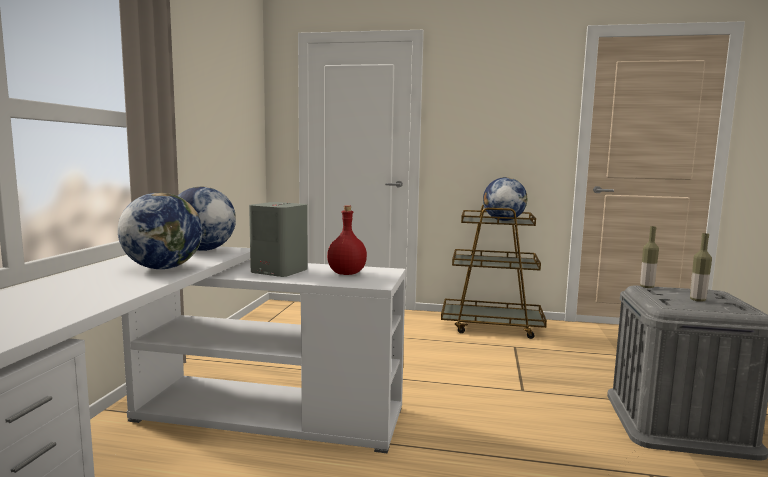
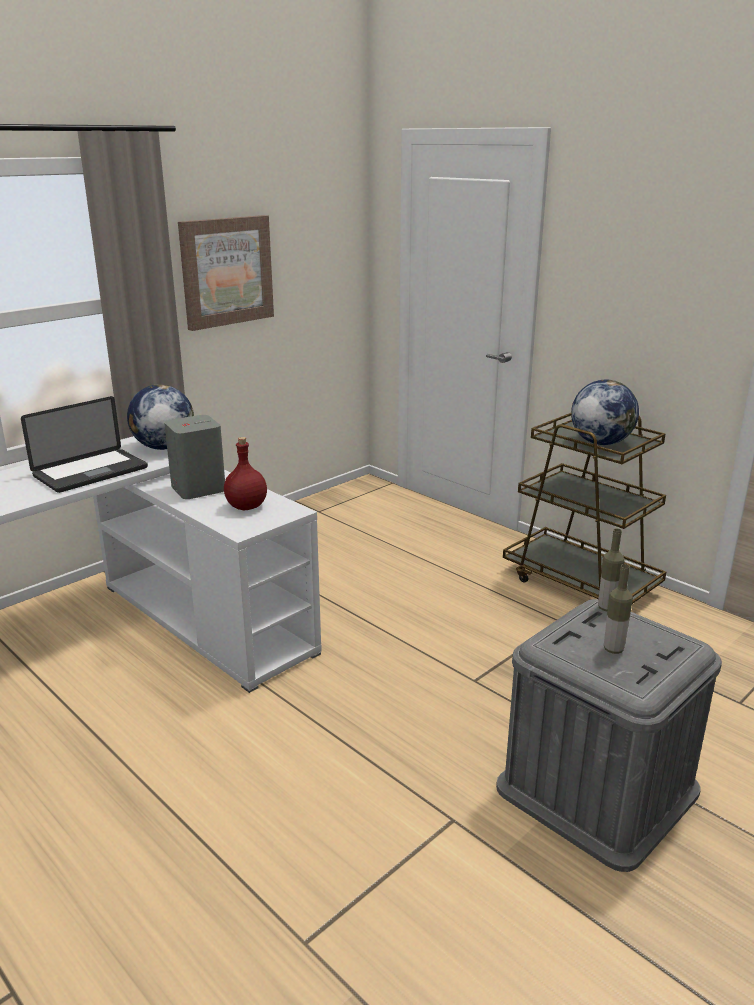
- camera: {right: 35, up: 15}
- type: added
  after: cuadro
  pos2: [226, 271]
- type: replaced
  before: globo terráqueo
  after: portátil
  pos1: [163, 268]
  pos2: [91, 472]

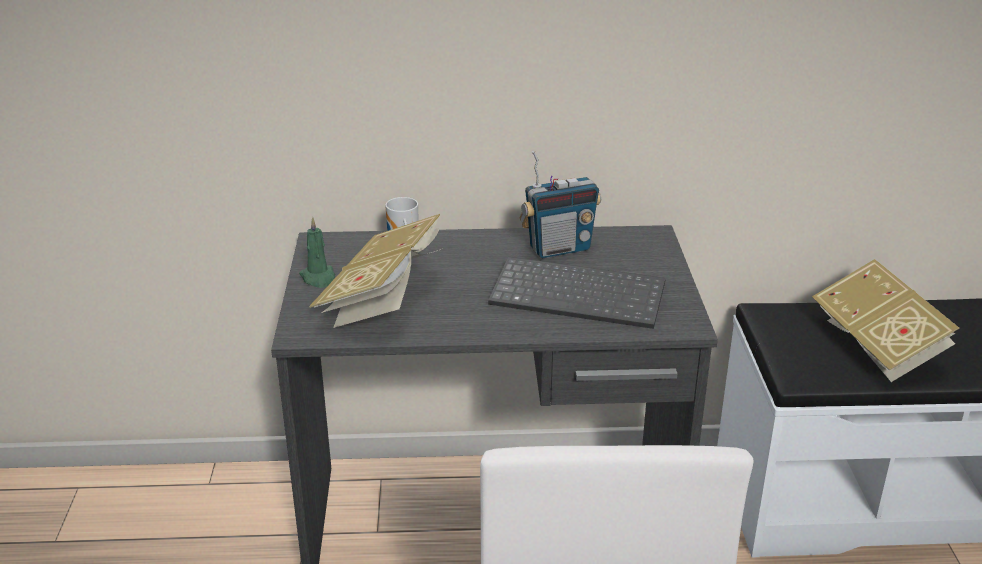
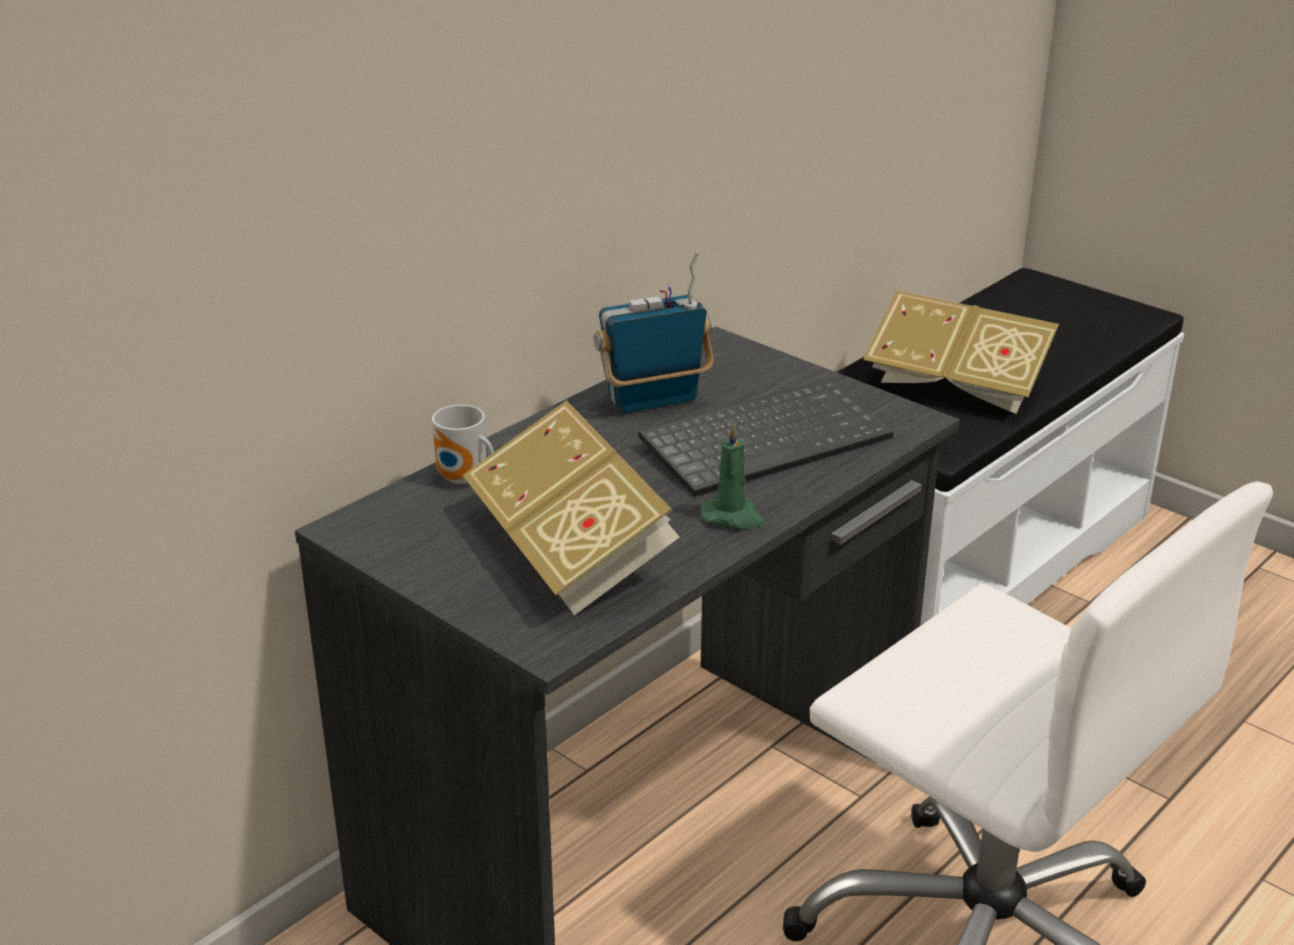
- camera: {right: -45, up: 0}
- type: moved
  before: vela/verde
  pos1: [318, 278]
  pos2: [733, 517]
- type: turned
  before: radio
  pos1: [559, 249]
  pos2: [653, 401]
  turn: -135

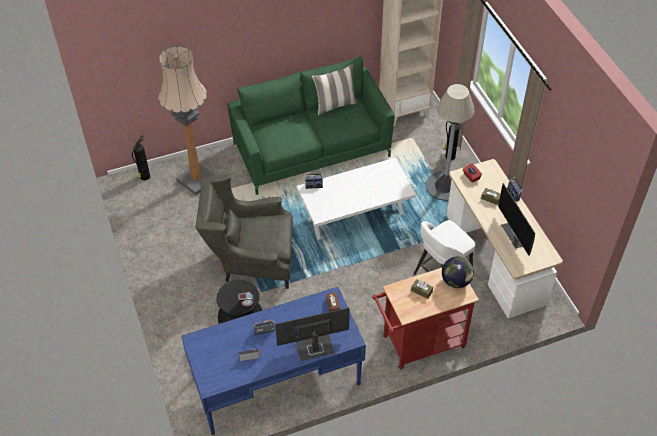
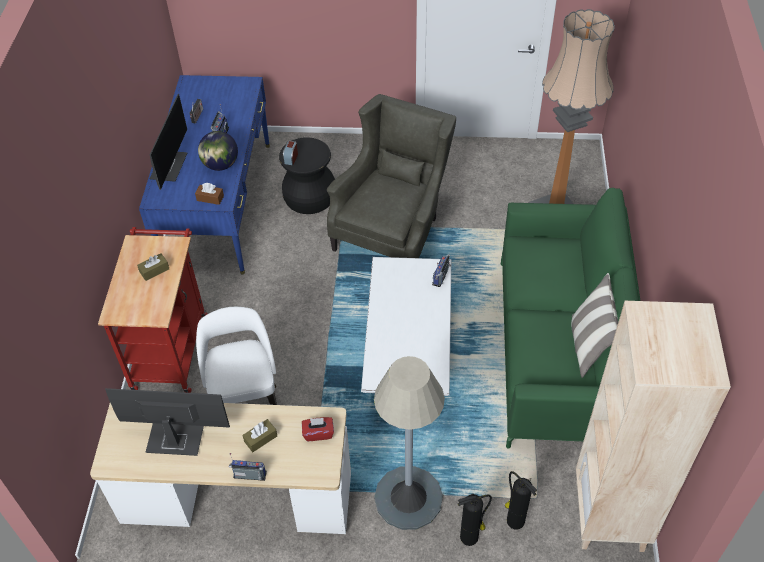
- camera: {right: 115, up: 0}
- type: moved
  before: extintor
  pos1: [144, 177]
  pos2: [514, 520]
- type: moved
  before: globo terráqueo
  pos1: [456, 281]
  pos2: [220, 165]

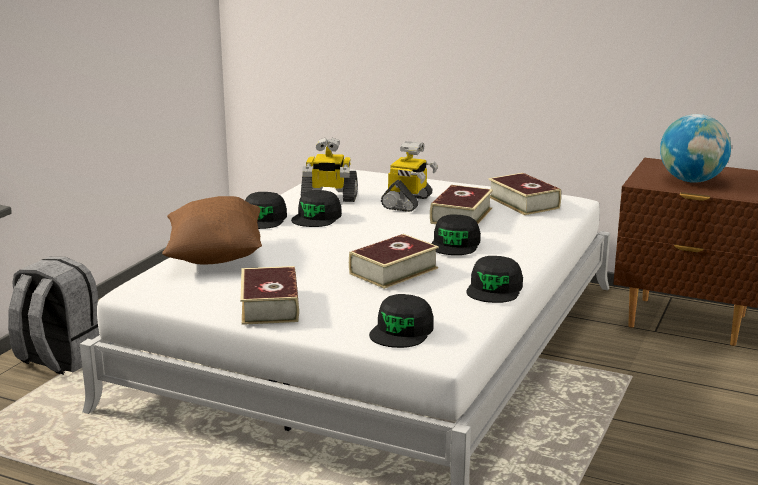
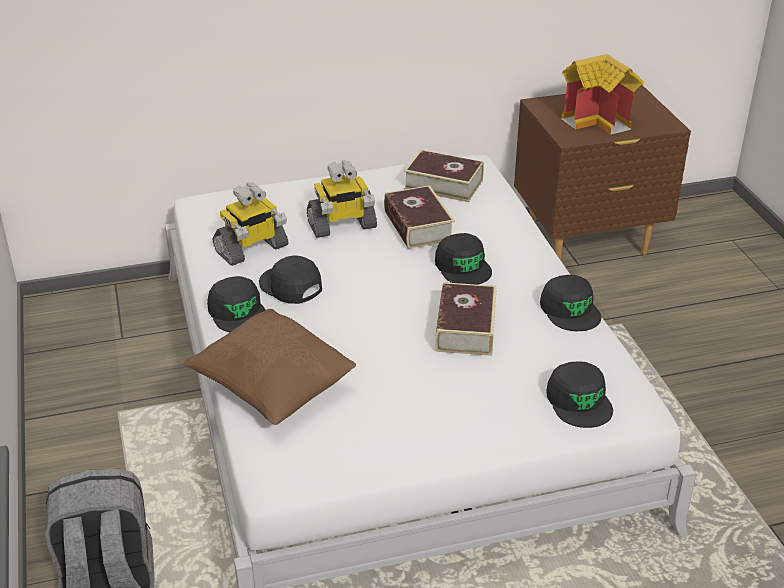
- camera: {right: -40, up: 15}
- type: removed
  before: libro
  pos1: [270, 306]
- type: replaced
  before: globo terráqueo
  after: casita
  pos1: [691, 181]
  pos2: [599, 120]
- type: turned
  before: gorra/negro
  pos1: [317, 217]
  pos2: [290, 286]
  turn: 150
- type: turned
  before: robot de juguete
  pos1: [408, 202]
  pos2: [341, 225]
  turn: 90

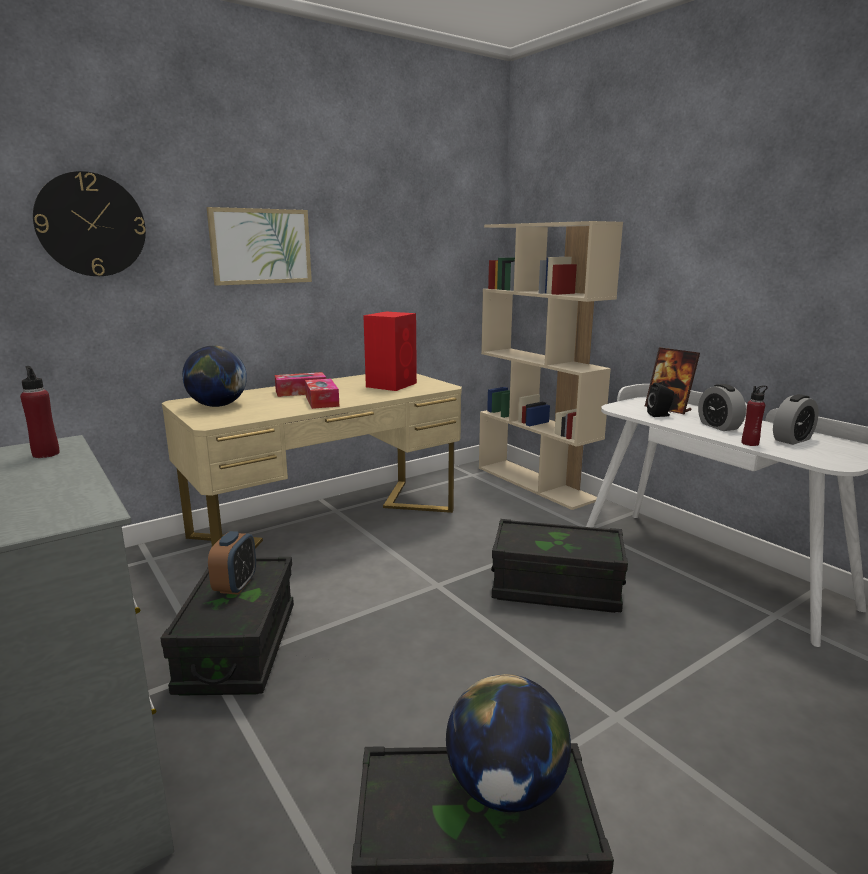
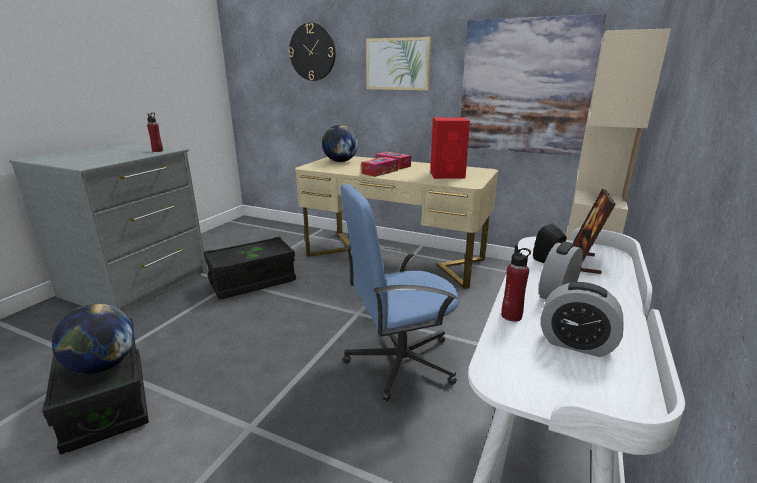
- camera: {right: 60, up: 5}
- type: removed
  before: despertador
  pos1: [235, 586]
- type: added
  after: cuadro
  pos2: [524, 87]
- type: replaced
  before: caja de almacenaje/negro
  after: silla de oficina/azul
  pos1: [556, 588]
  pos2: [399, 361]

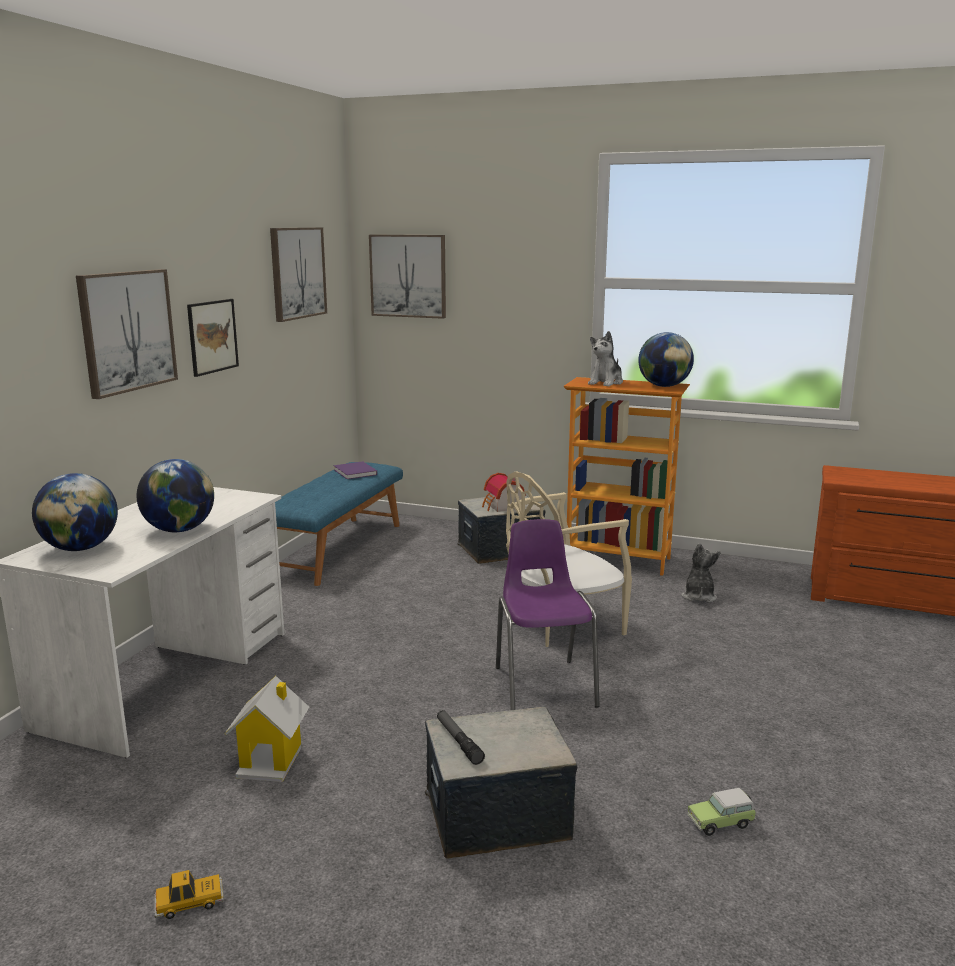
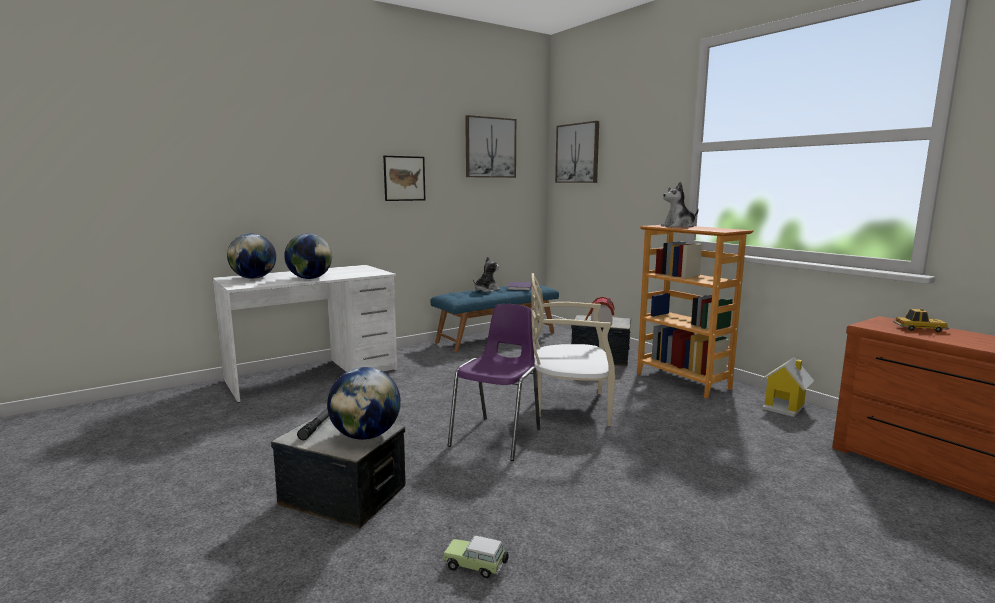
- camera: {right: 35, up: -5}
- type: removed
  before: cuadro
  pos1: [127, 331]
- type: moved
  before: coche de juguete
  pos1: [189, 902]
  pos2: [919, 329]
- type: moved
  before: casita
  pos1: [271, 760]
  pos2: [784, 407]
- type: moved
  before: globo terráqueo
  pos1: [664, 386]
  pos2: [366, 436]
- type: moved
  before: peluche
  pos1: [698, 596]
  pos2: [486, 290]

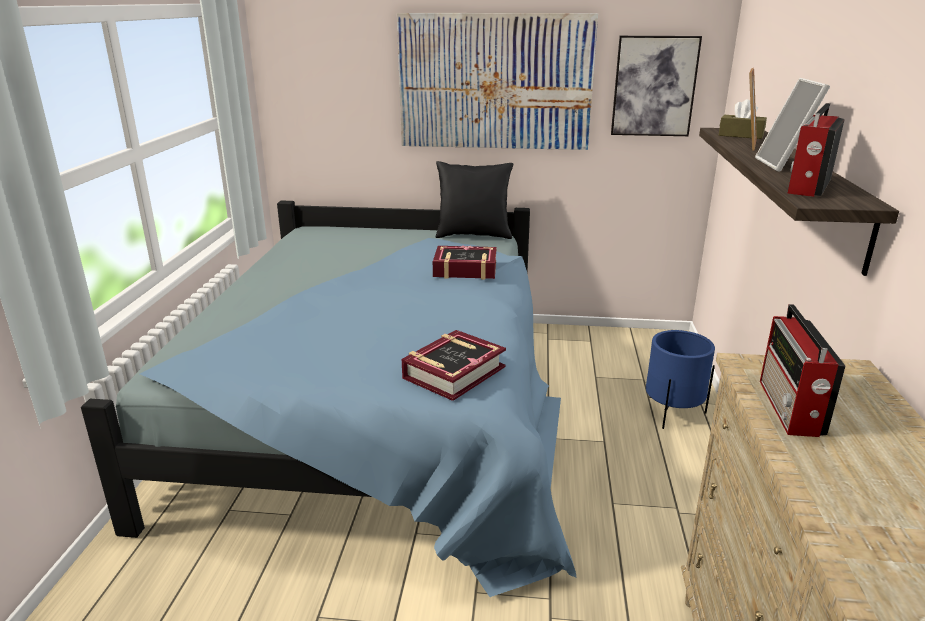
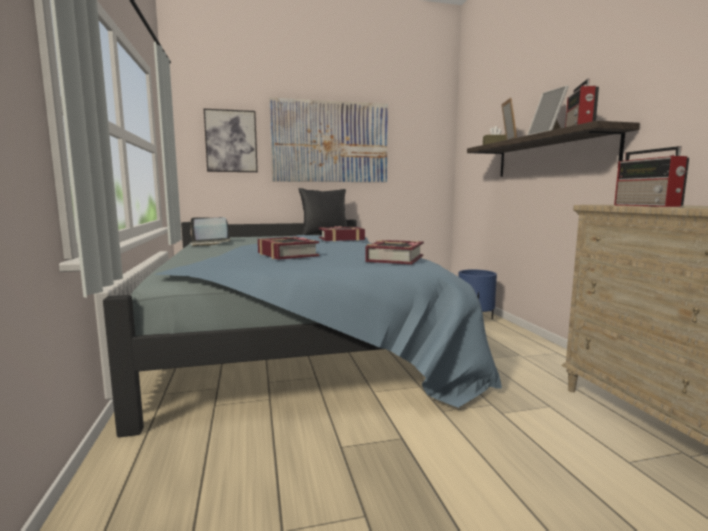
- camera: {right: -20, up: -15}
- type: added
  after: portátil
  pos2: [210, 244]
- type: added
  after: libro
  pos2: [287, 254]
- type: moved
  before: cuadro
  pos1: [654, 86]
  pos2: [231, 141]

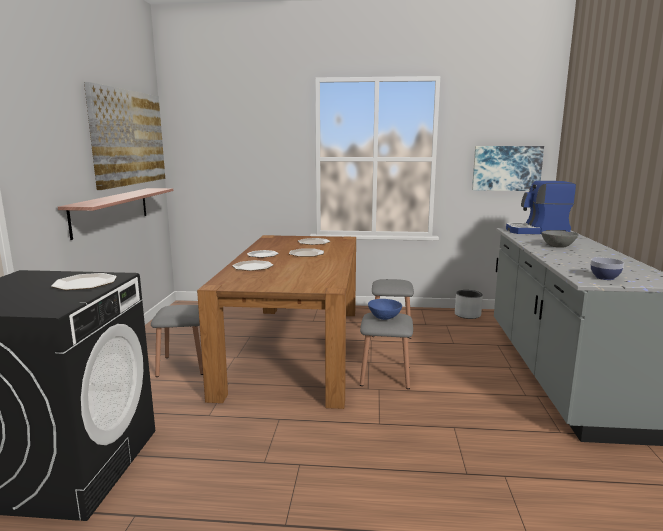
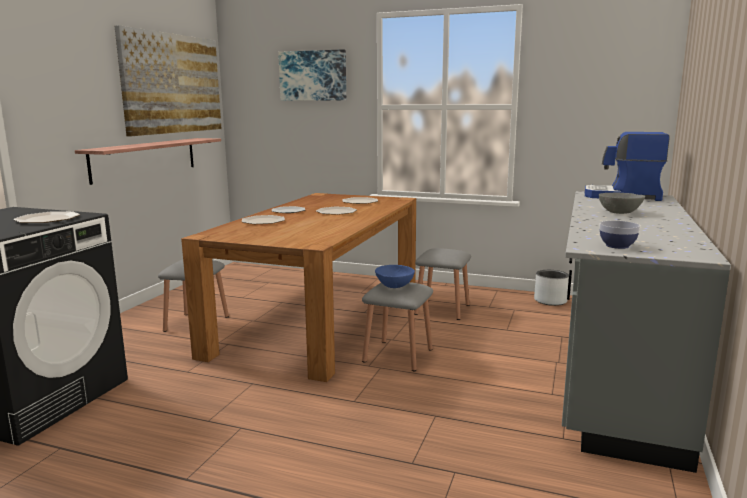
- camera: {right: 15, up: 0}
- type: moved
  before: cuadro
  pos1: [506, 168]
  pos2: [313, 76]

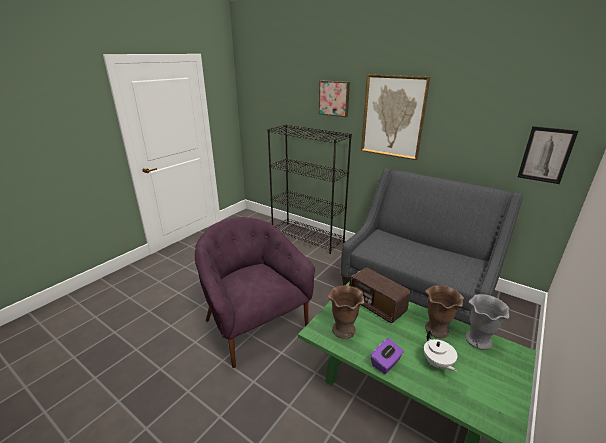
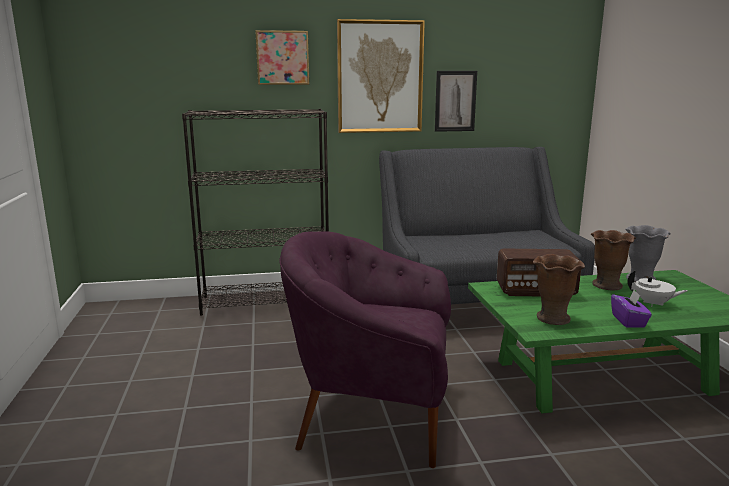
- camera: {right: -45, up: -10}
- type: moved
  before: cuadro
  pos1: [546, 155]
  pos2: [455, 101]

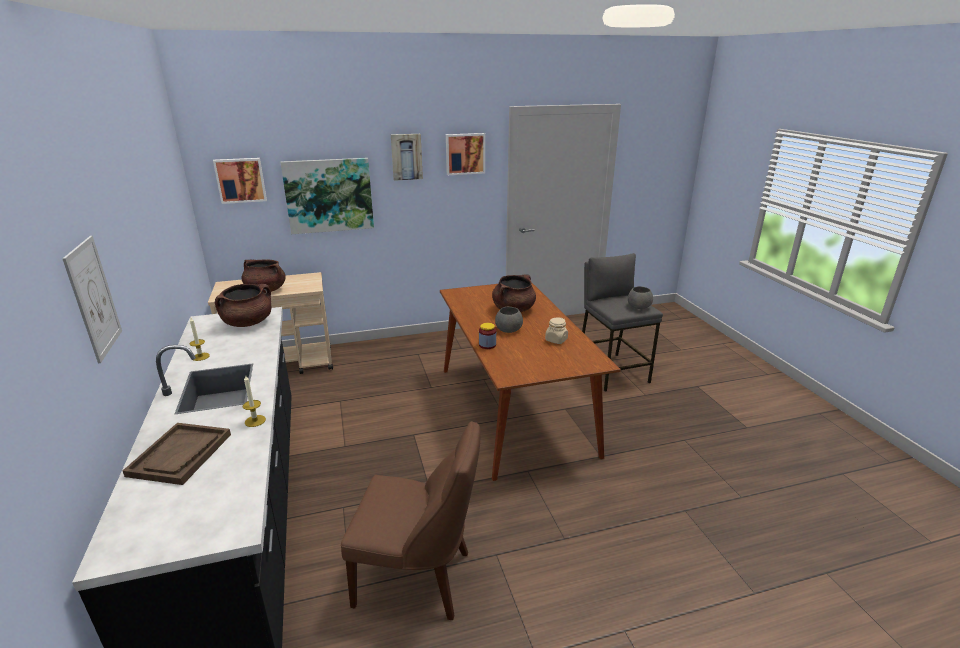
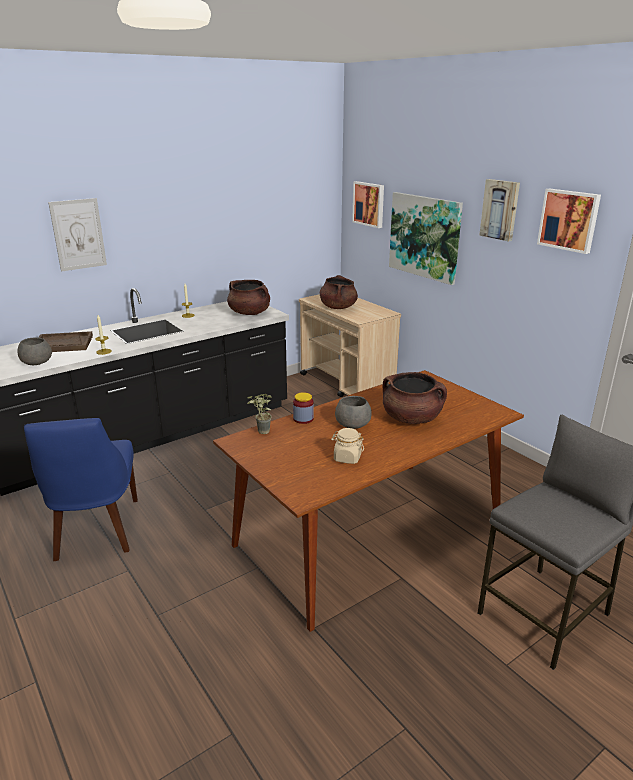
- camera: {right: 70, up: 0}
- type: added
  after: planta en maceta
  pos2: [260, 432]
- type: moved
  before: cuenco/gris
  pos1: [638, 306]
  pos2: [36, 362]
- type: recoloured
  before: silla/marrón
  after: silla/azul
  pos1: [418, 579]
  pos2: [96, 532]

